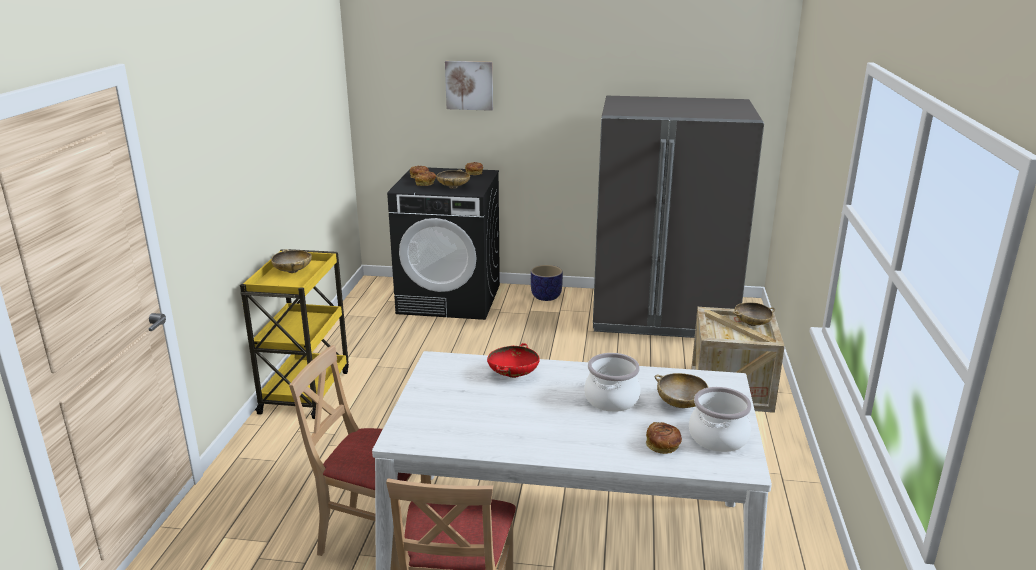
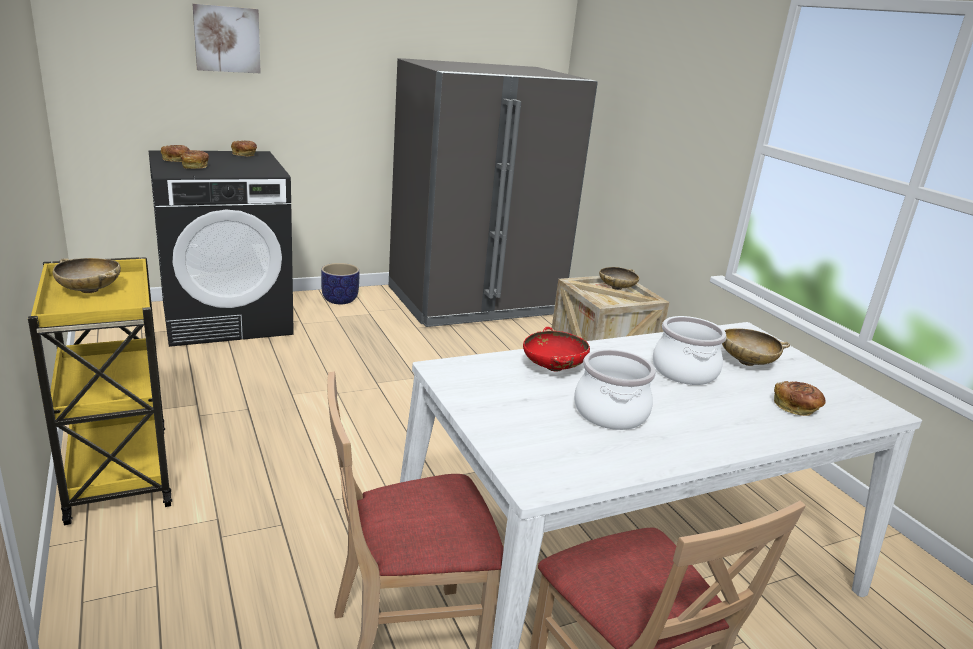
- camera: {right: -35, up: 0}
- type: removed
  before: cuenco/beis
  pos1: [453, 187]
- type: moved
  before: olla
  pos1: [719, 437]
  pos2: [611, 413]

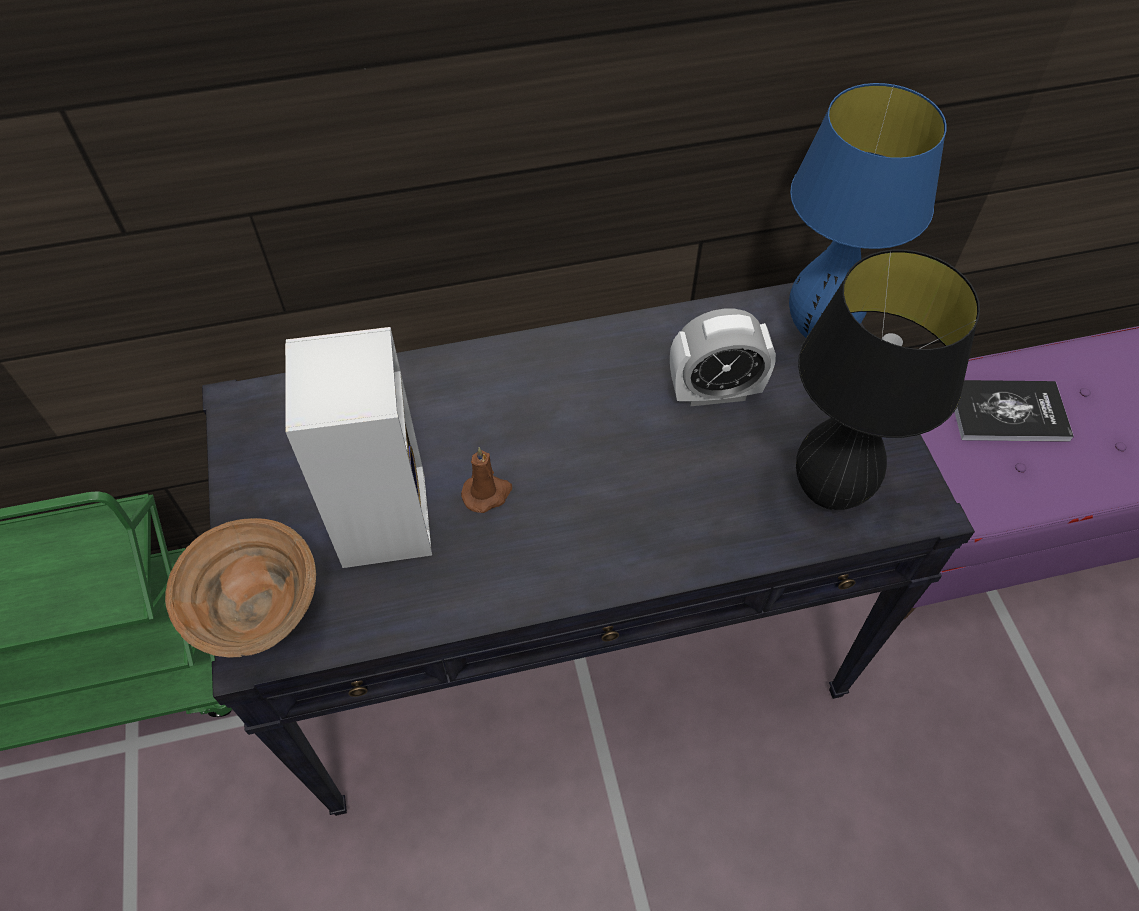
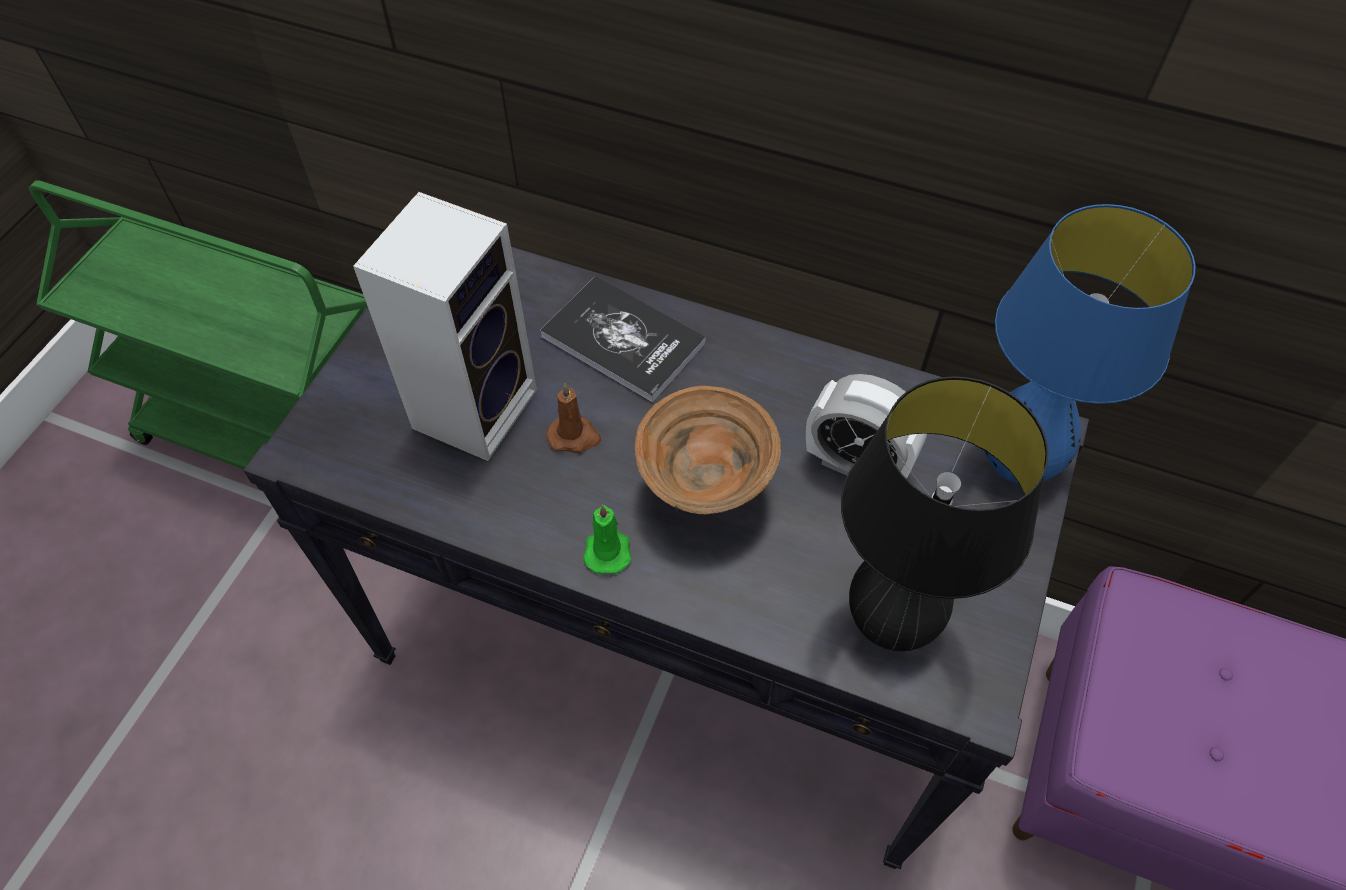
- camera: {right: 35, up: 0}
- type: added
  after: vela/verde
  pos2: [607, 550]
- type: moved
  before: cuenco/marrón
  pos1: [267, 622]
  pos2: [706, 494]
- type: moved
  before: libro
  pos1: [1007, 412]
  pos2: [623, 340]

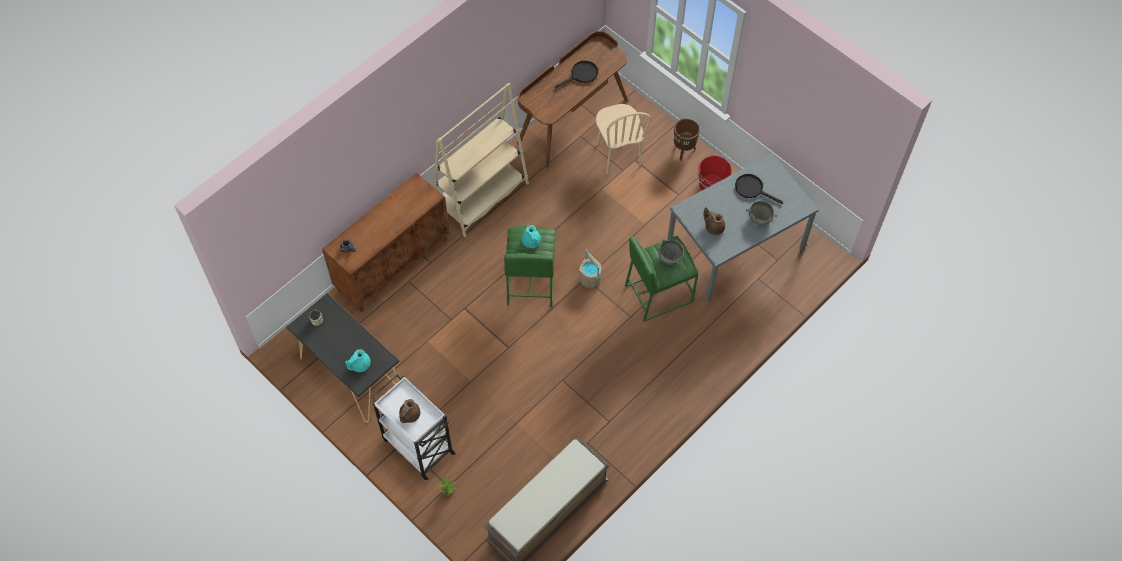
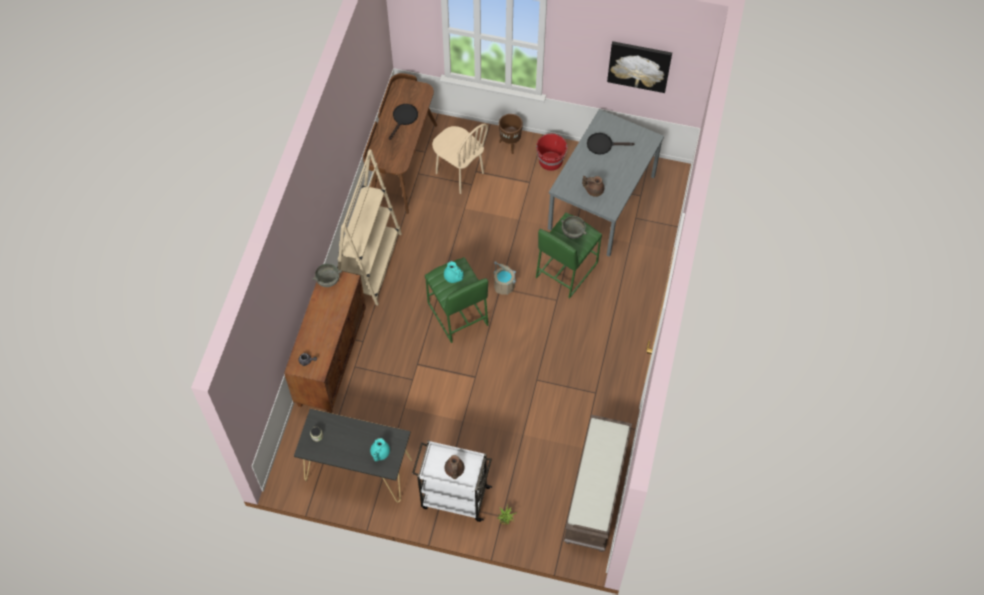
- camera: {right: -30, up: 0}
- type: added
  after: cuadro
  pos2: [639, 65]
- type: moved
  before: cuenco/gris
  pos1: [759, 218]
  pos2: [328, 280]

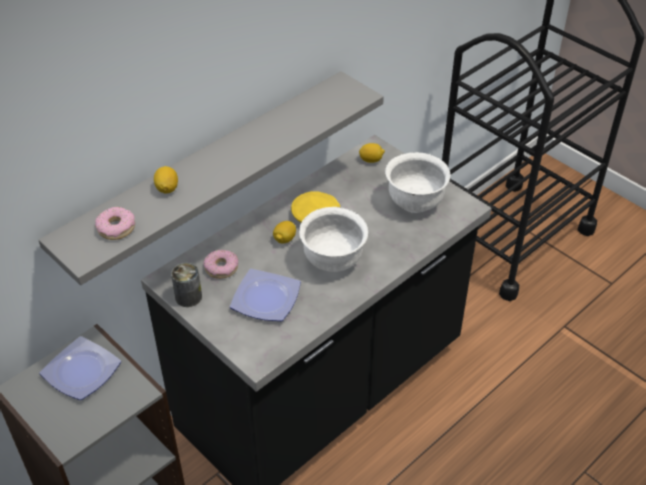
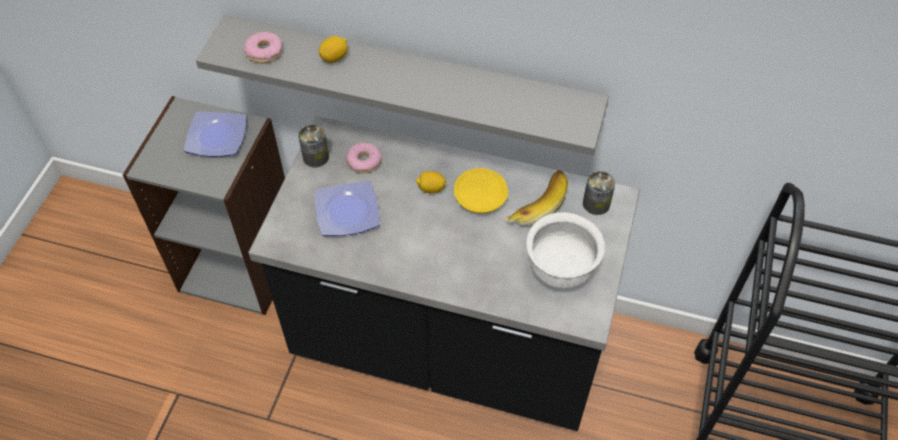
- camera: {right: 60, up: 10}
- type: removed
  before: cuenco/blanco
  pos1: [333, 260]
- type: added
  after: plátano
  pos2: [535, 204]
- type: replaced
  before: limón
  after: lata
  pos1: [371, 160]
  pos2: [596, 204]

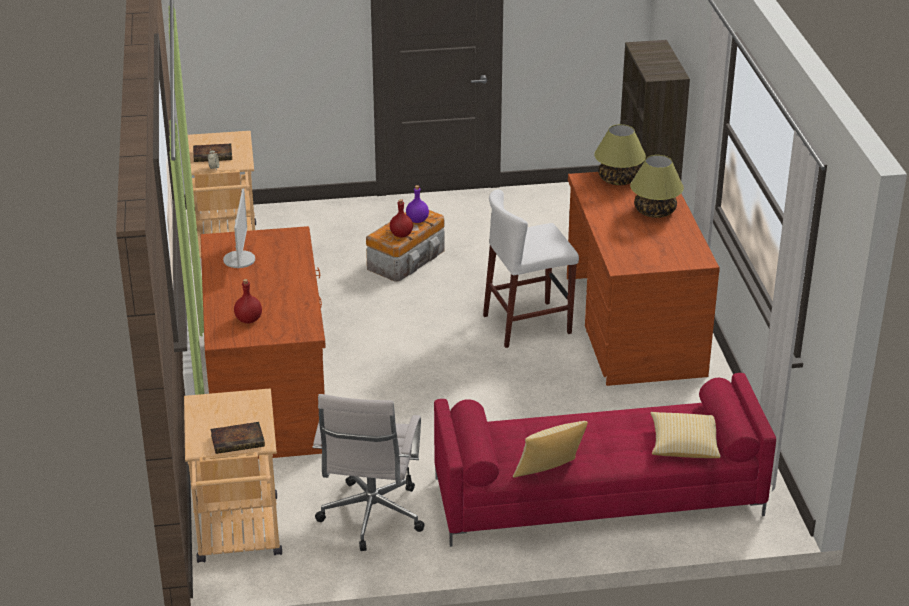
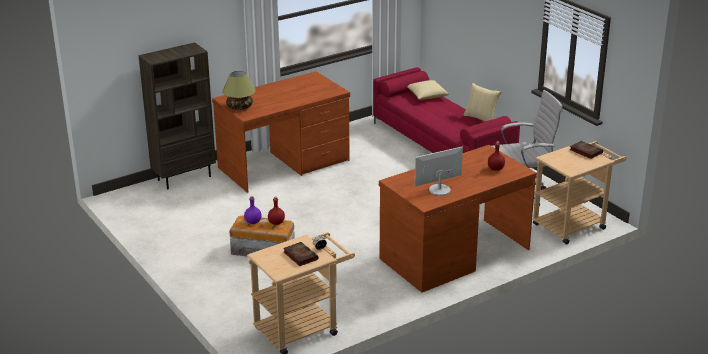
- camera: {right: -115, up: -5}
- type: removed
  before: taburete/blanco
  pos1: [527, 324]
- type: removed
  before: lámpara de mesa
  pos1: [655, 211]

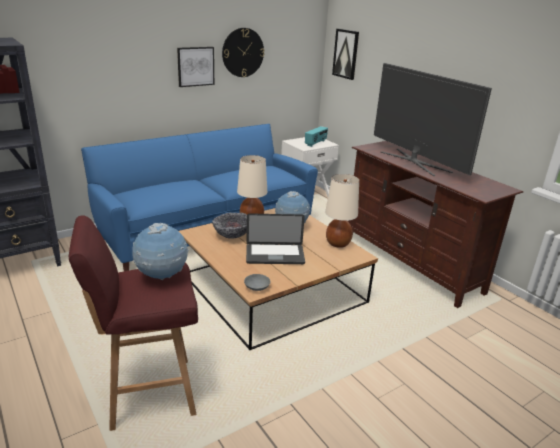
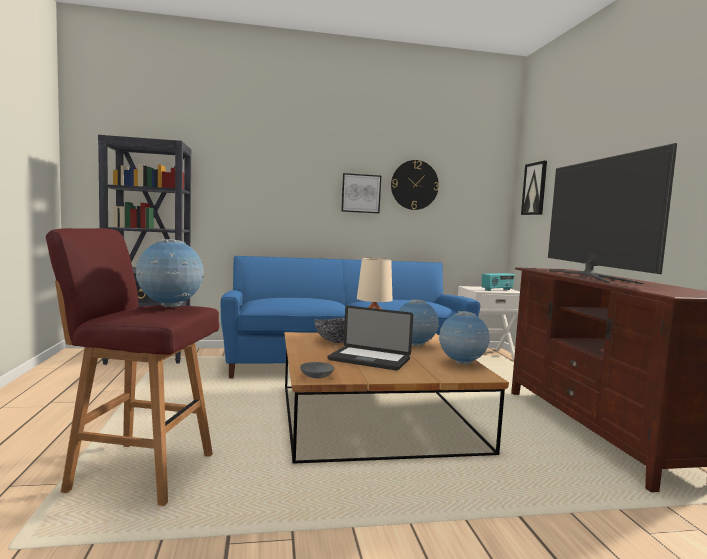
- camera: {right: 25, up: -20}
- type: replaced
  before: lámpara de mesa/beis
  after: globo terráqueo
  pos1: [337, 243]
  pos2: [462, 364]

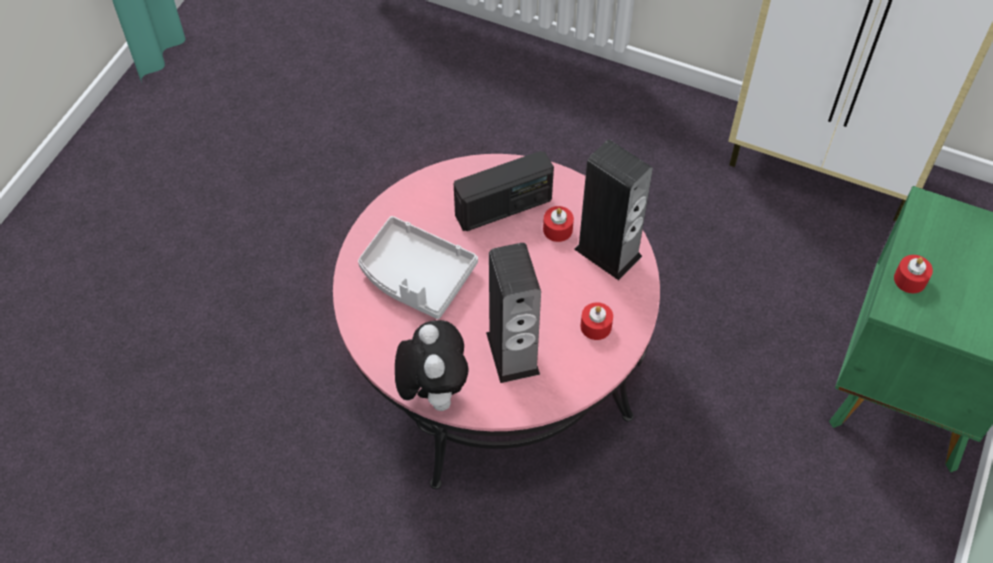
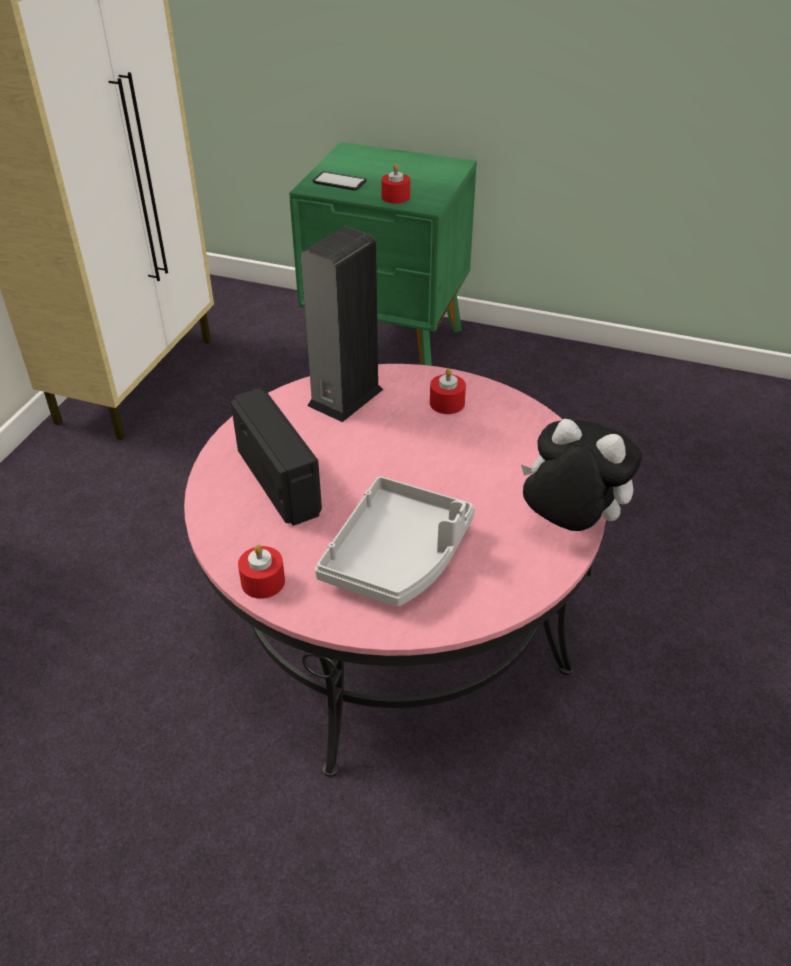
- camera: {right: -95, up: -15}
- type: removed
  before: altavoz
  pos1: [512, 353]
- type: added
  after: móvil
  pos2: [339, 182]
- type: moved
  before: vela/rojo
  pos1: [557, 229]
  pos2: [263, 581]
- type: turned
  before: peluche
  pos1: [432, 390]
  pos2: [568, 525]
  turn: 45

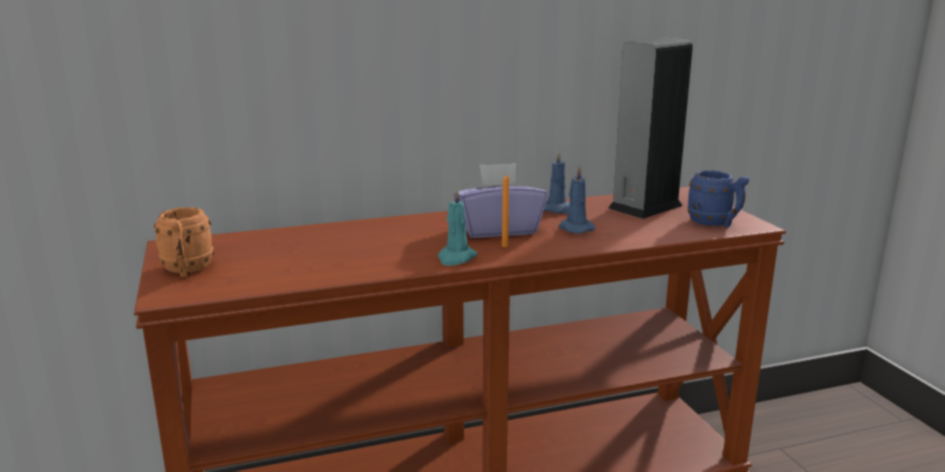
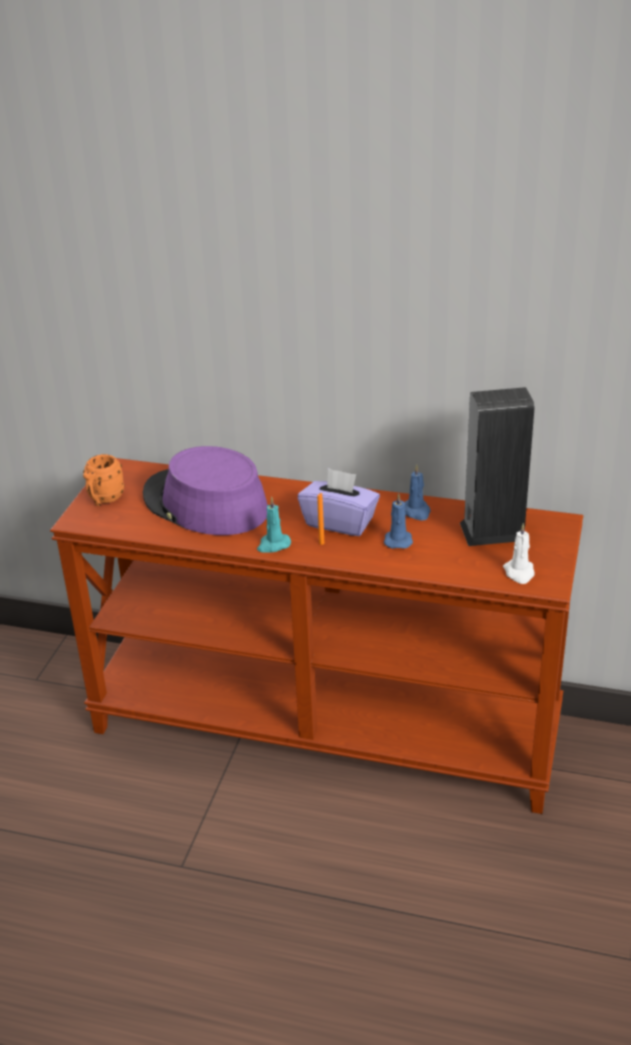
- camera: {right: 35, up: 15}
- type: added
  after: sombrero/morado
  pos2: [205, 504]
- type: replaced
  before: taza grande/azul
  after: vela/blanco
  pos1: [715, 223]
  pos2: [519, 573]

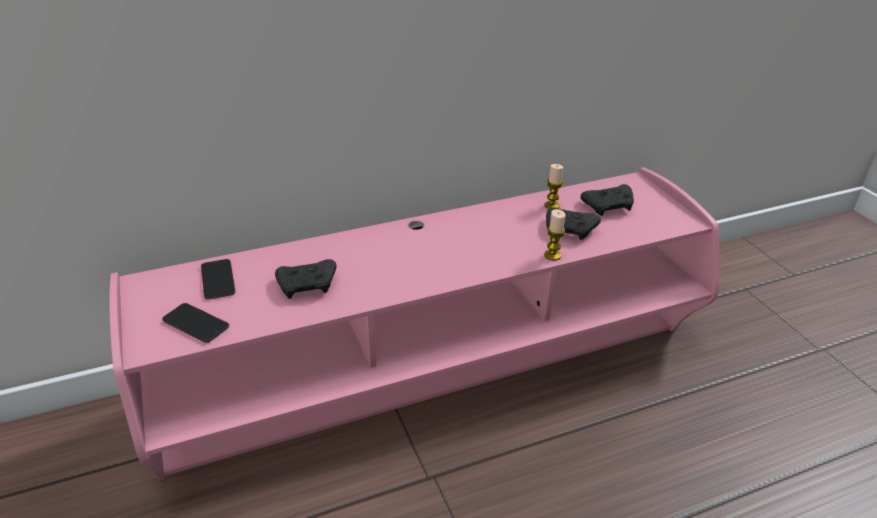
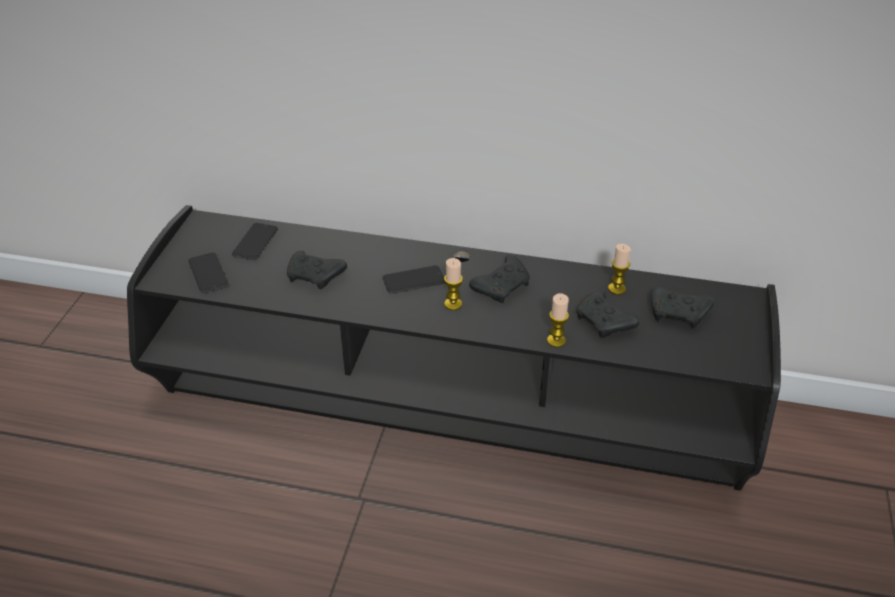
- camera: {right: 35, up: 5}
- type: added
  after: móvil
  pos2: [413, 280]
- type: added
  after: vela
  pos2: [453, 304]
- type: added
  after: mando de consola/negro
  pos2: [502, 286]
- type: recoloured
  before: mueble de televisión/rosa
  after: mueble de televisión/negro
  pos1: [437, 372]
  pos2: [448, 412]

